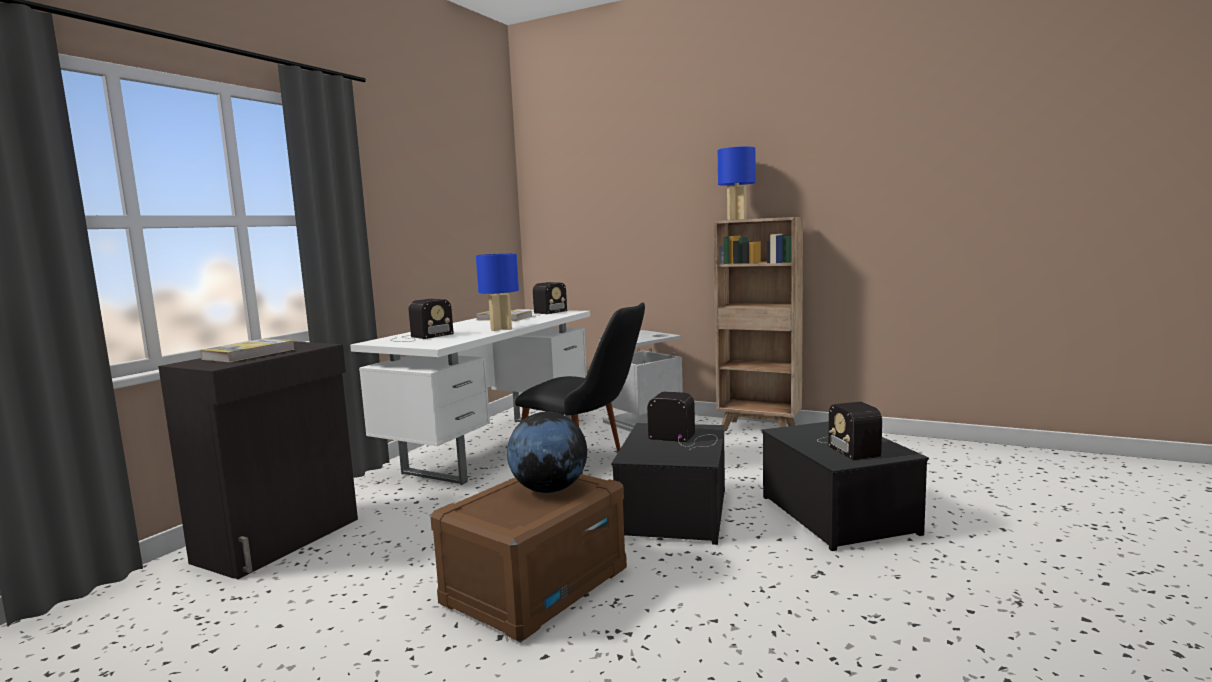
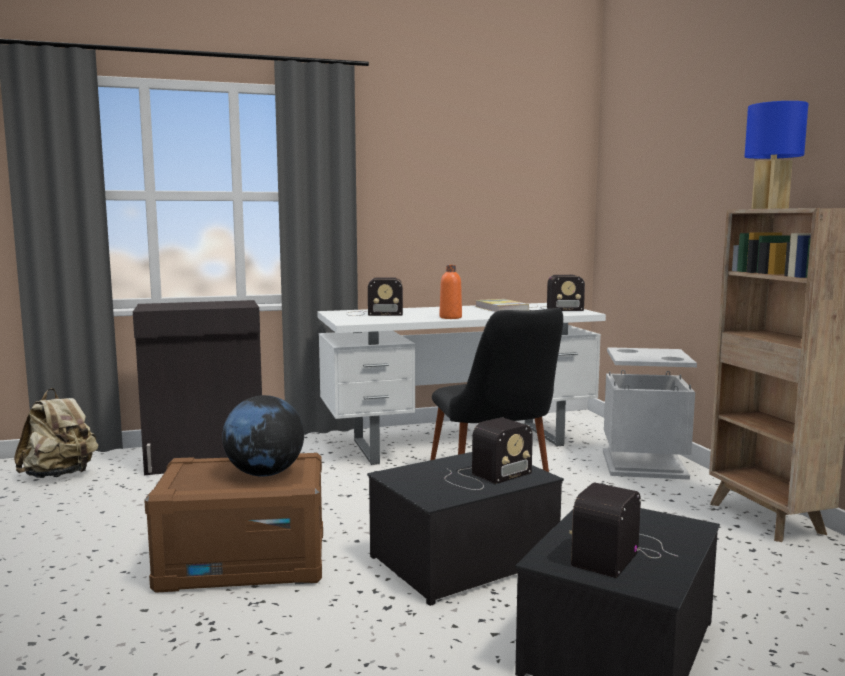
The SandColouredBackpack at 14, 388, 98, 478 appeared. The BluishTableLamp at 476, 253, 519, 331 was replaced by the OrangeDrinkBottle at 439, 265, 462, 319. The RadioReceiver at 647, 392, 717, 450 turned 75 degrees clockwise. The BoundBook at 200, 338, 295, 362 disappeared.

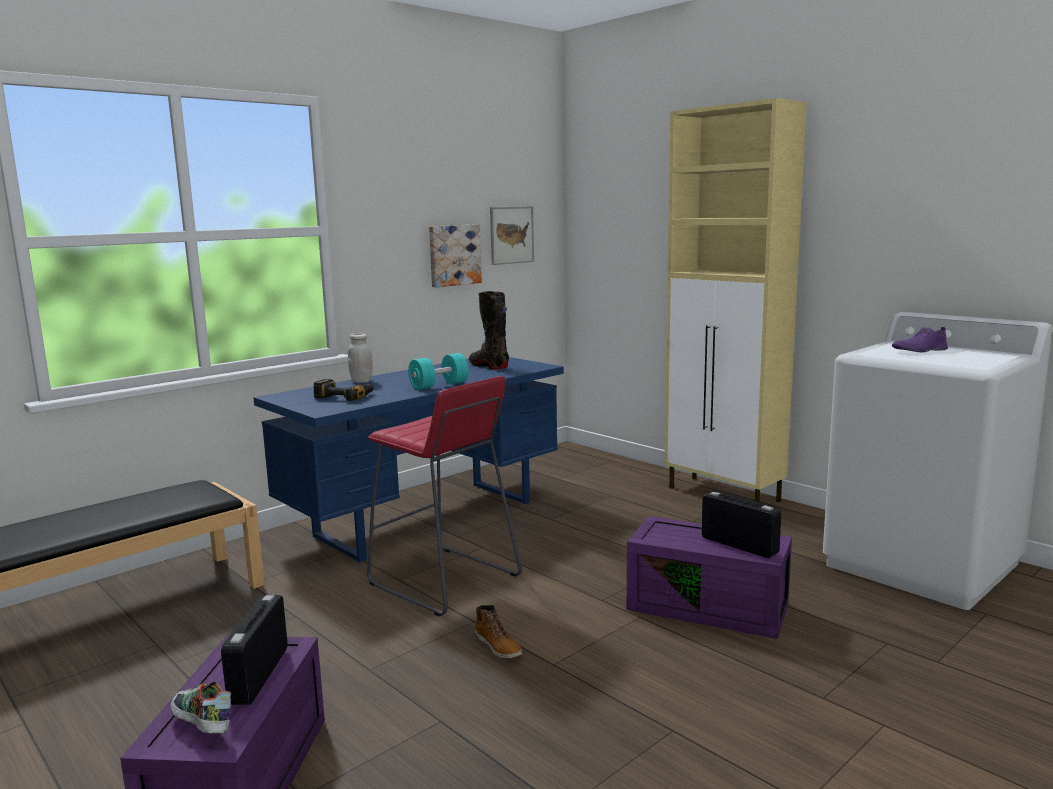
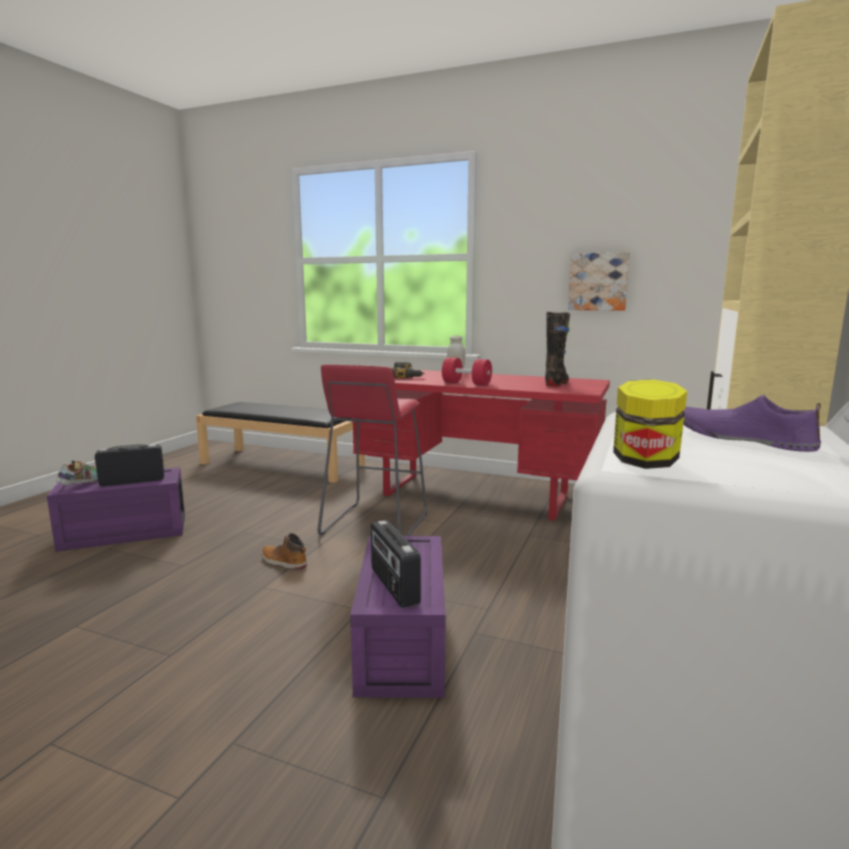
The TallBoot at 475, 605, 522, 659 turned 90 degrees clockwise. The BluishDeskUnit at 253, 357, 564, 563 became the RedColouredDeskUnit at 353, 368, 610, 520. The RadioReceiver at 702, 492, 781, 558 turned 135 degrees clockwise. The TurquoiseHandWeight at 408, 353, 469, 390 became the RedColouredHandWeight at 442, 357, 492, 386. The Jar at 613, 379, 687, 469 appeared. The Picture at 490, 206, 534, 265 disappeared.

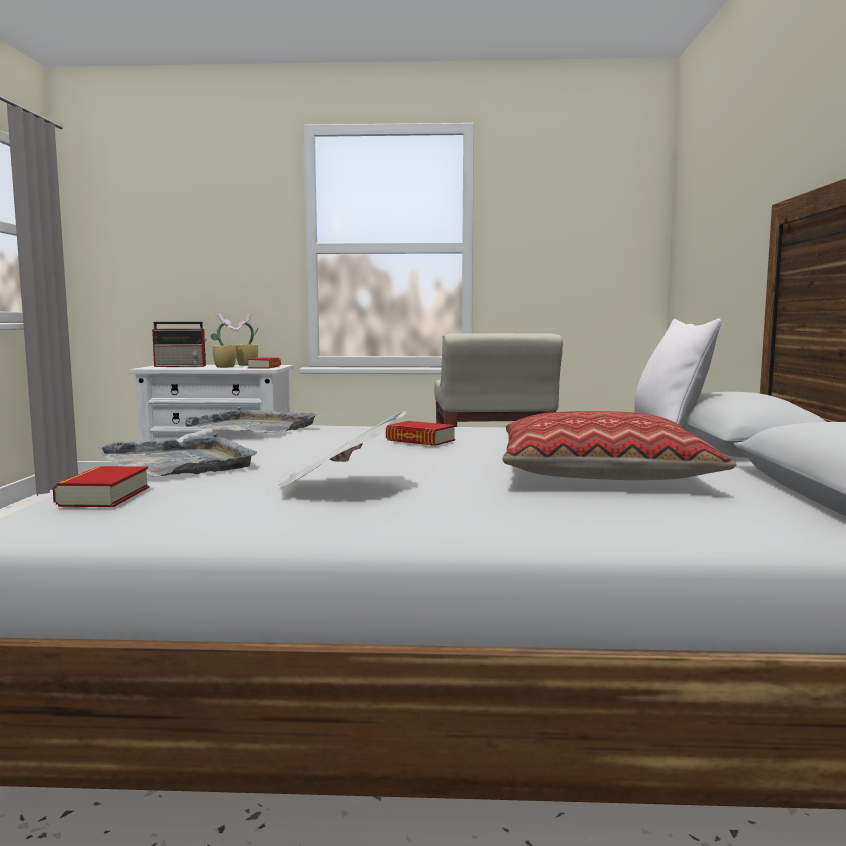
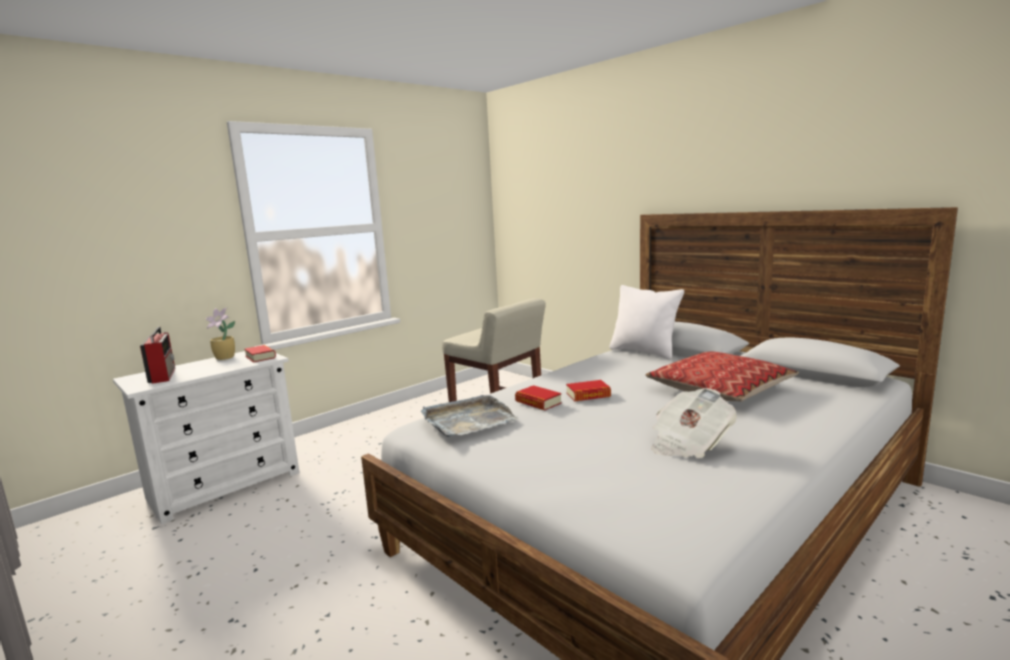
The RadioReceiver at 152, 322, 206, 367 turned 60 degrees counterclockwise. The BoundBook moved from 53, 466, 149, 507 to 515, 385, 562, 410. The GrayCarryingTray at 97, 433, 257, 477 disappeared. The PlantInAPot at 210, 313, 237, 368 disappeared.

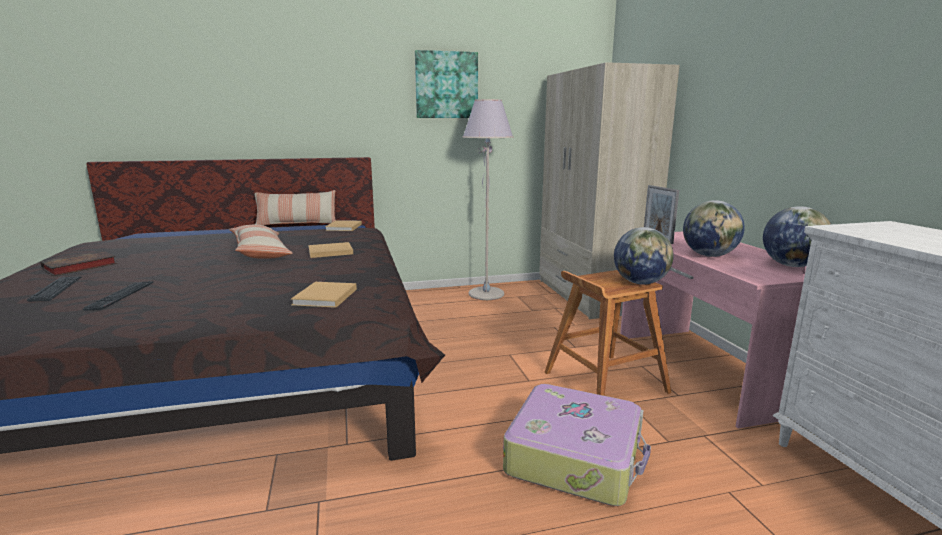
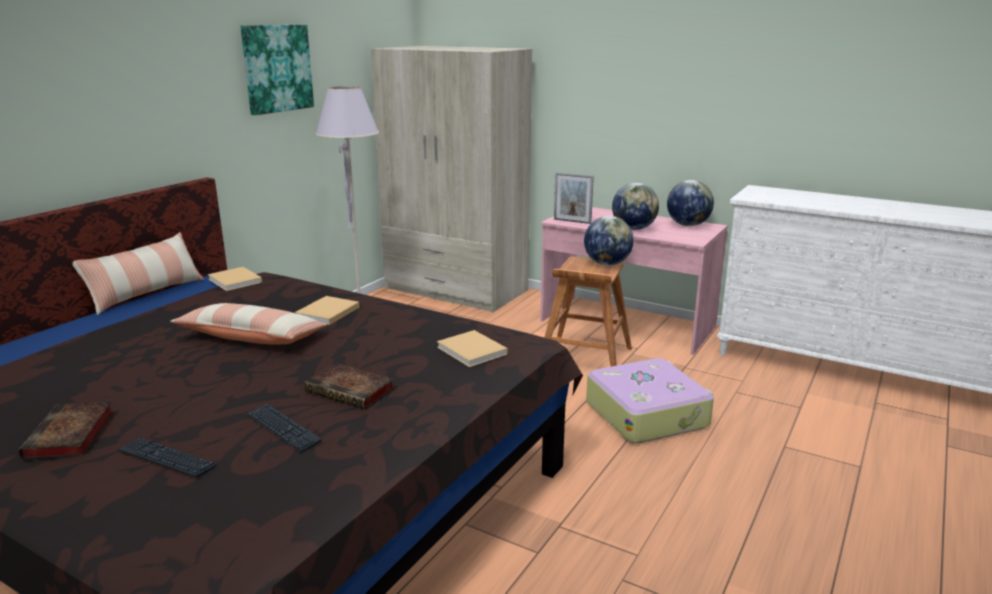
The BoundBook at 304, 363, 395, 409 appeared.

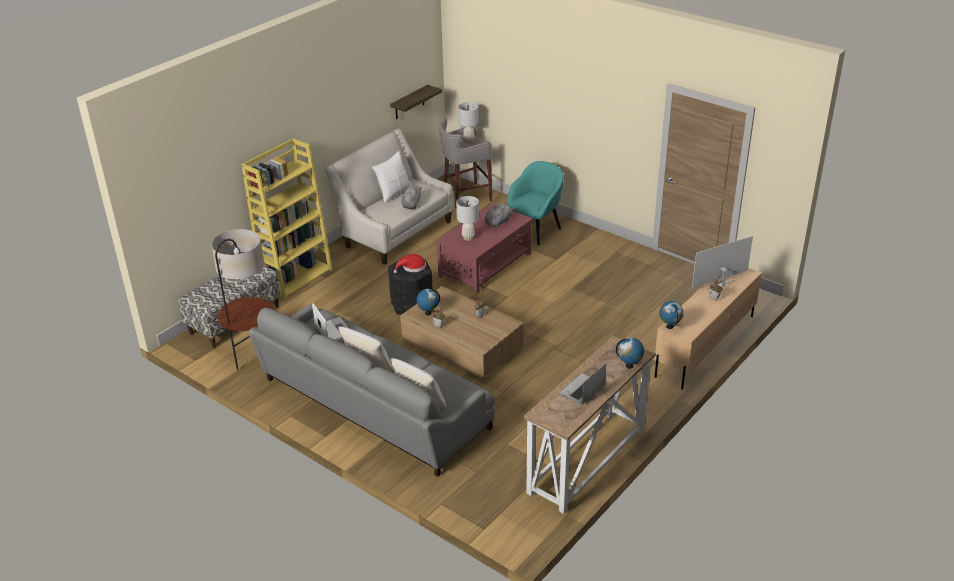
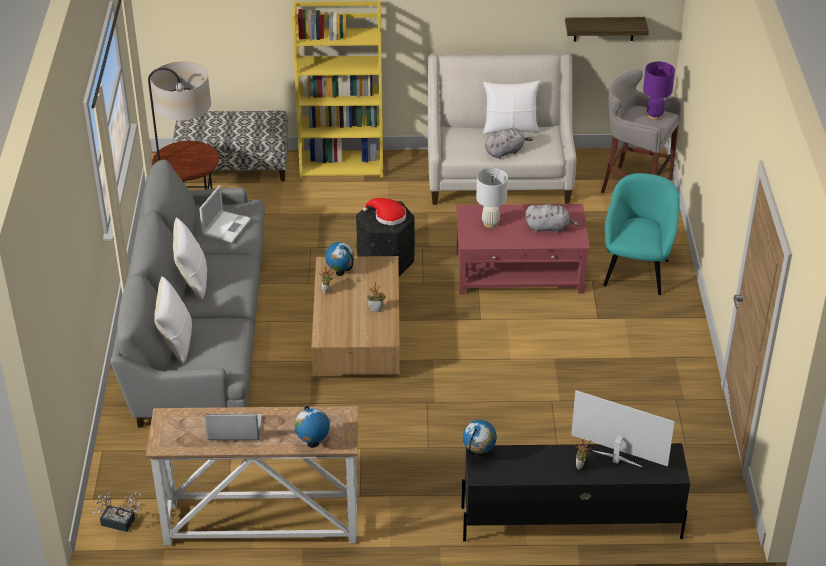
The PlantInAPot at 93, 492, 141, 532 appeared. The SandColouredMediaConsole at 655, 268, 762, 390 became the BlackMediaConsole at 461, 443, 690, 542. The TurquoiseEasyChair at 507, 161, 564, 245 turned 75 degrees counterclockwise. The WhiteColouredTableLamp at 458, 102, 479, 143 became the PurpleTableLamp at 643, 61, 675, 120.

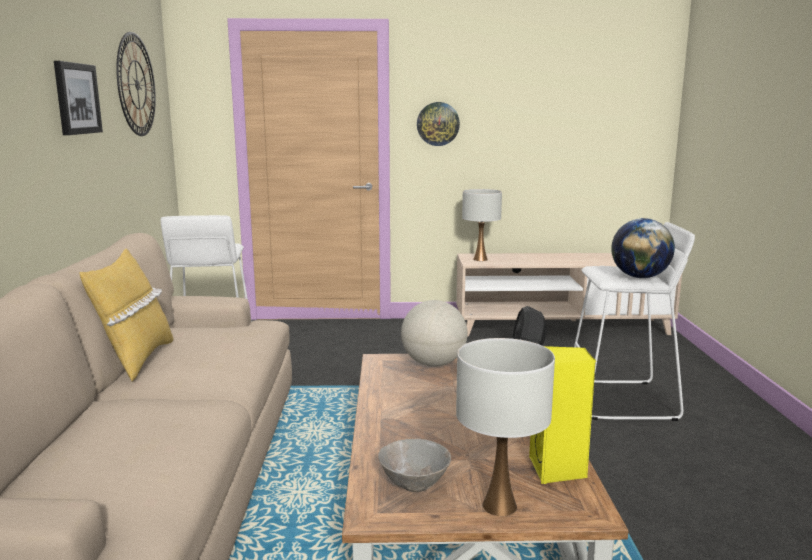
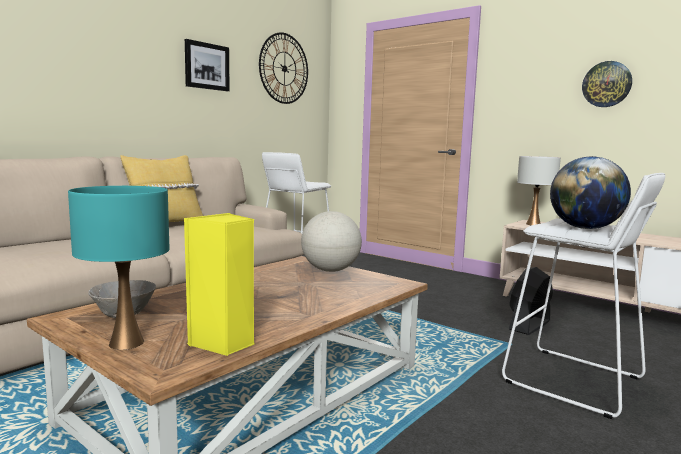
The WhiteColouredTableLamp at 456, 338, 555, 516 became the TurquoiseTableLamp at 68, 186, 169, 350. The HangingClock moved from 417, 102, 460, 146 to 582, 61, 632, 107.

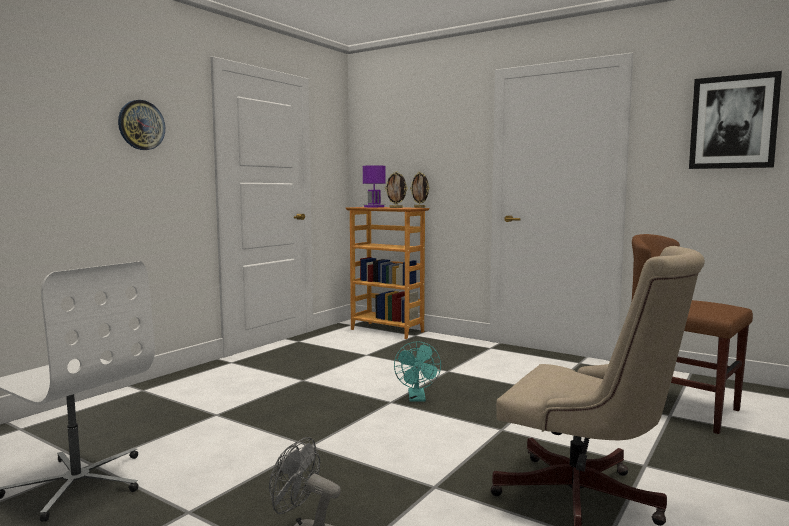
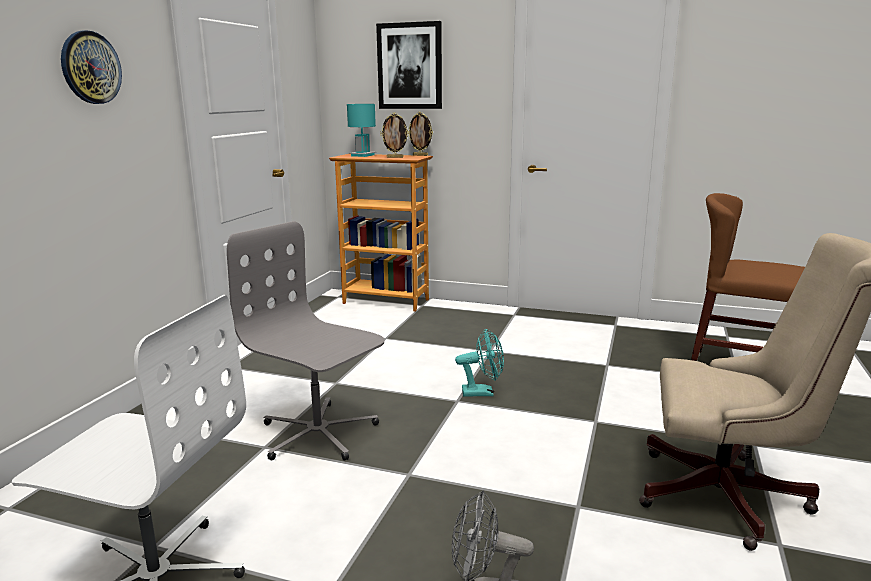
The GrayOfficeChair at 227, 221, 385, 461 appeared. The PurpleTableLamp at 363, 165, 386, 208 became the TurquoiseTableLamp at 347, 104, 376, 157. The Picture moved from 689, 71, 782, 169 to 376, 21, 442, 109. The TurquoiseCoolingFan at 394, 341, 441, 402 turned 75 degrees counterclockwise.

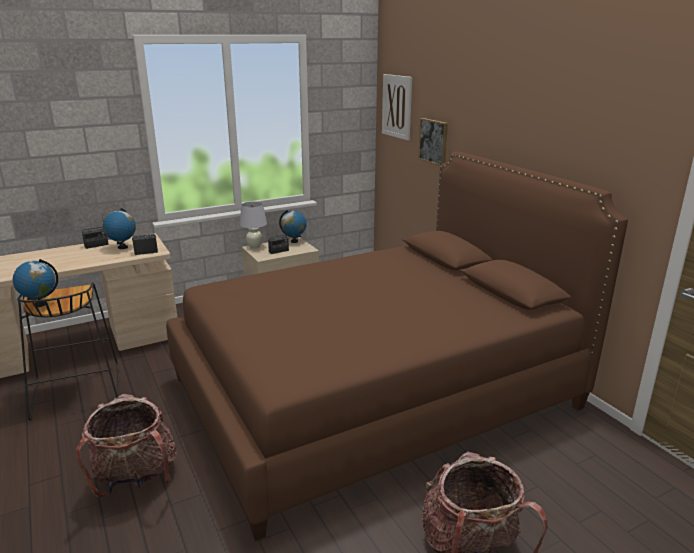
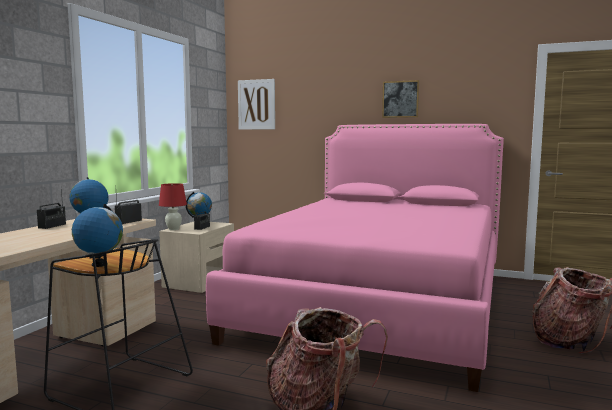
The WhiteColouredTableLamp at 240, 201, 267, 249 became the RedColouredTableLamp at 159, 183, 187, 230. The BrownishBedroomBed at 166, 151, 628, 541 became the PinkBedroomBed at 206, 124, 504, 392. The Picture moved from 418, 118, 448, 166 to 382, 80, 419, 118.

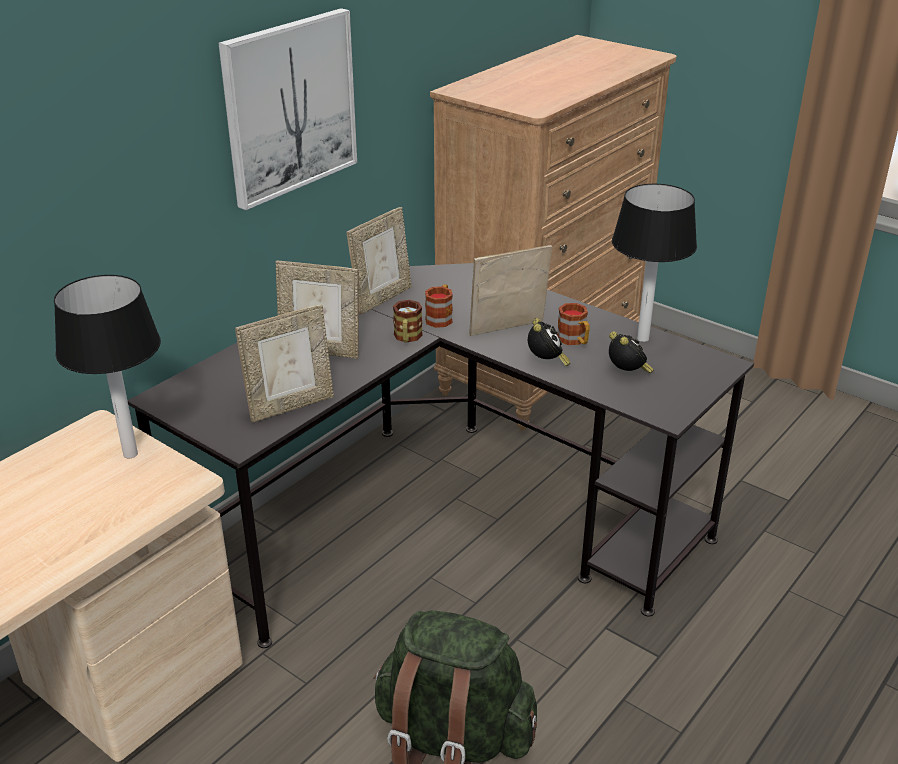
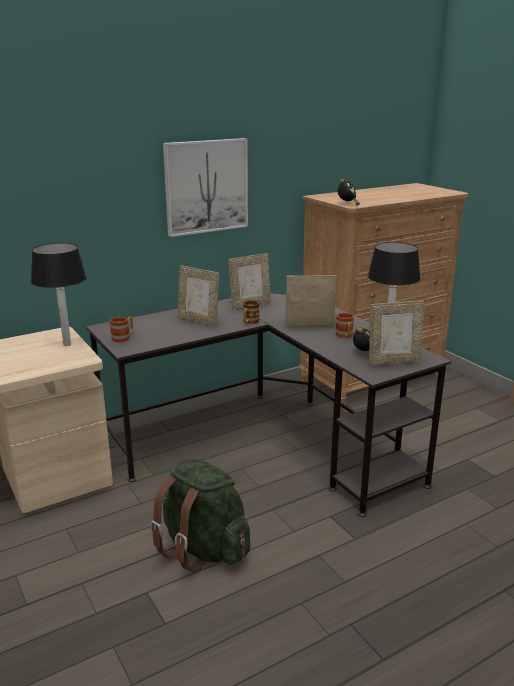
The TeaMug moved from 425, 284, 453, 328 to 110, 317, 133, 342. The BedsideClock moved from 528, 318, 570, 366 to 338, 179, 360, 206. The PictureFrame moved from 235, 305, 334, 423 to 369, 301, 424, 366.

